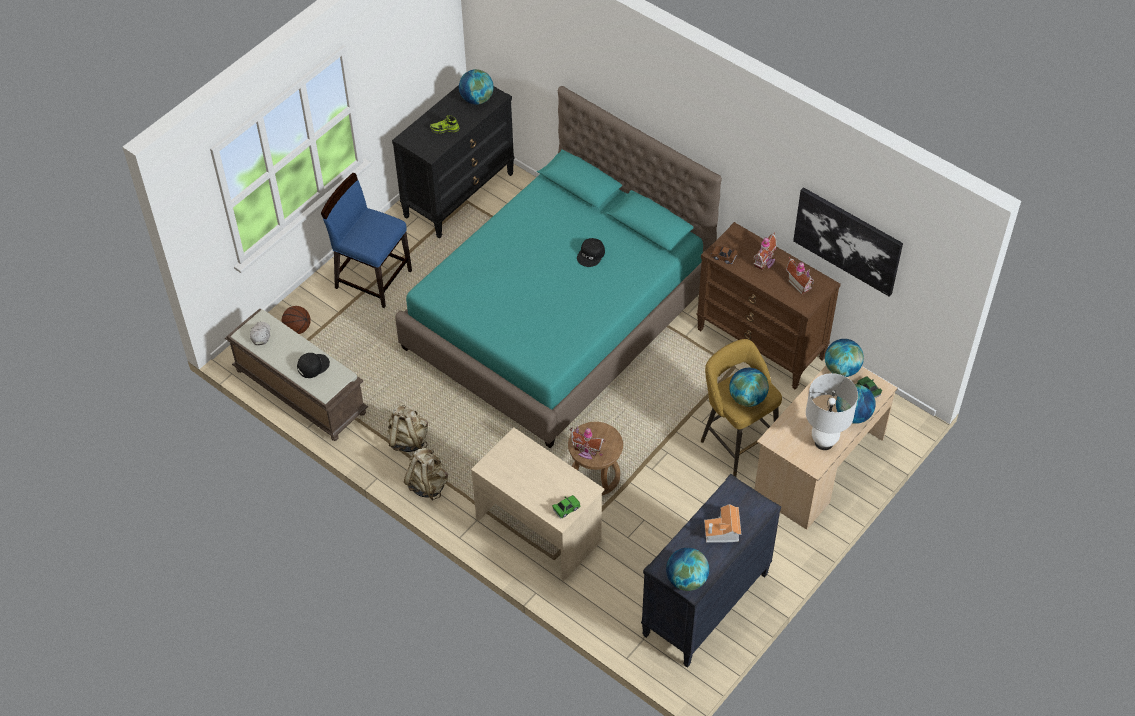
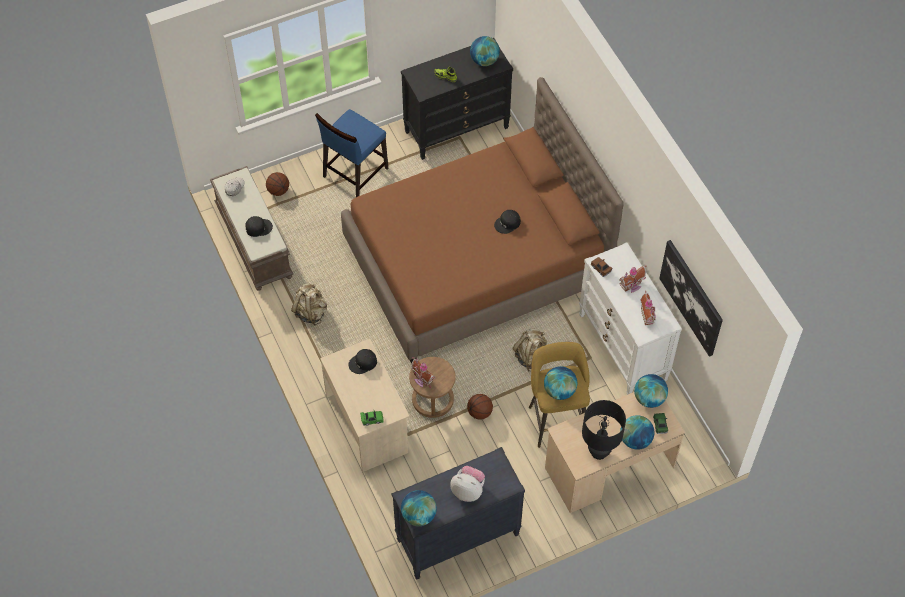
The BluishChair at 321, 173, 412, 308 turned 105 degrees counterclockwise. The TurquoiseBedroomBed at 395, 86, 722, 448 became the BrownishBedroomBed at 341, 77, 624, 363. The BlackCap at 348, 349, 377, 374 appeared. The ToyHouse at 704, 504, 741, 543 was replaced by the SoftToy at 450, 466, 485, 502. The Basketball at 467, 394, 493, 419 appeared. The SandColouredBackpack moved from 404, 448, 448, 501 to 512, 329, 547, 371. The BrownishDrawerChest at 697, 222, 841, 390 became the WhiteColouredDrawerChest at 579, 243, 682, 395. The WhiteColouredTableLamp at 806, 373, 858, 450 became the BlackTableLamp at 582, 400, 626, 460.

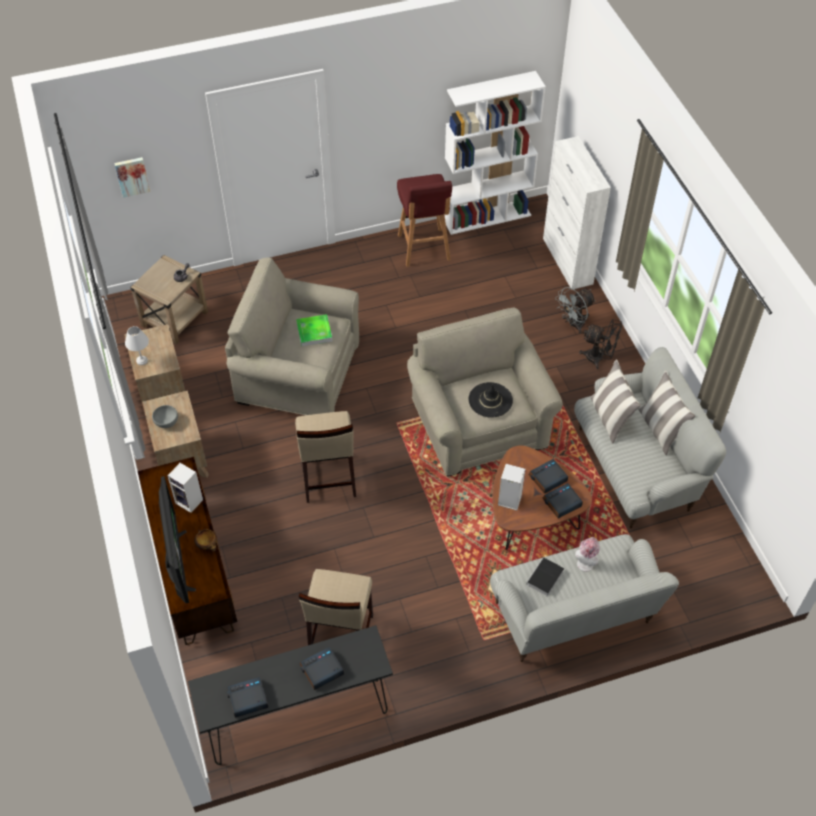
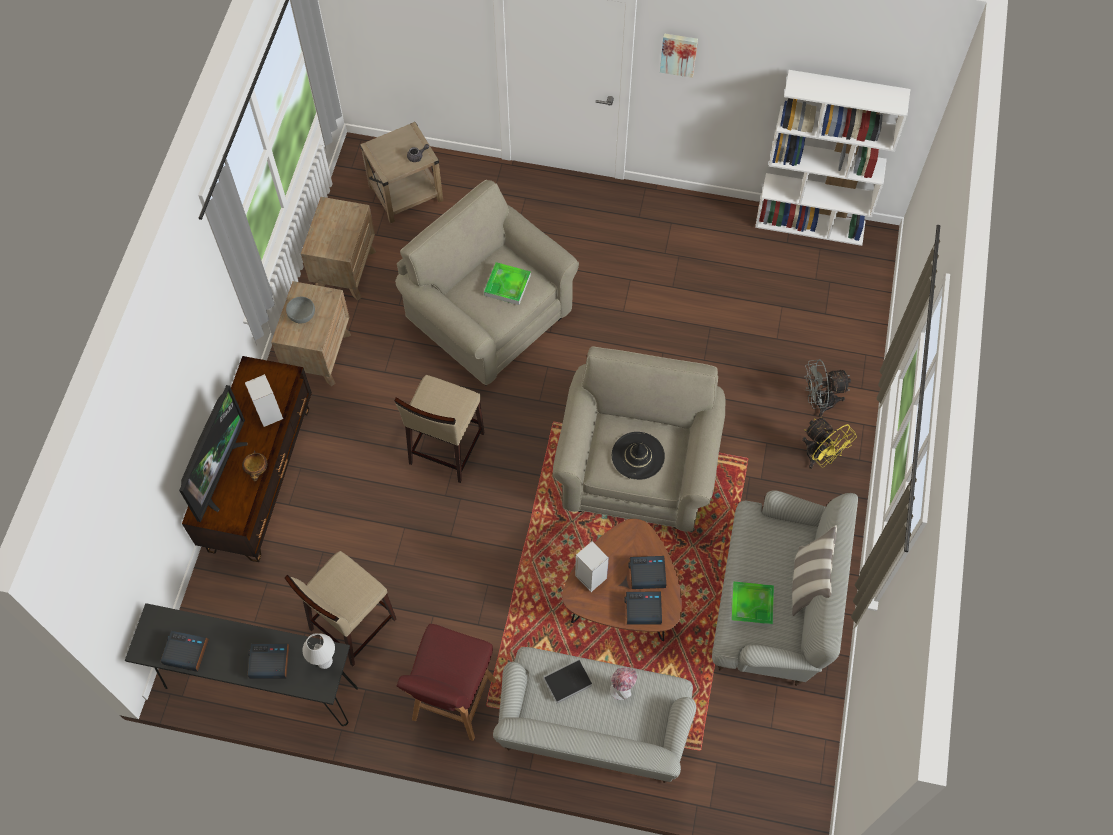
The WhiteColouredTableLamp moved from 125, 326, 149, 365 to 303, 634, 335, 669. The RedColouredStoolSeat moved from 397, 174, 452, 267 to 397, 624, 496, 741. The Picture moved from 114, 157, 150, 198 to 660, 33, 698, 78. The CarryingTray at 731, 581, 774, 627 appeared. The BlackCoolingFan at 579, 319, 622, 369 became the YellowColouredCoolingFan at 802, 417, 857, 469. The WhiteColouredCupboard at 543, 136, 611, 290 disappeared. The ThrowPillow at 590, 359, 641, 443 disappeared.

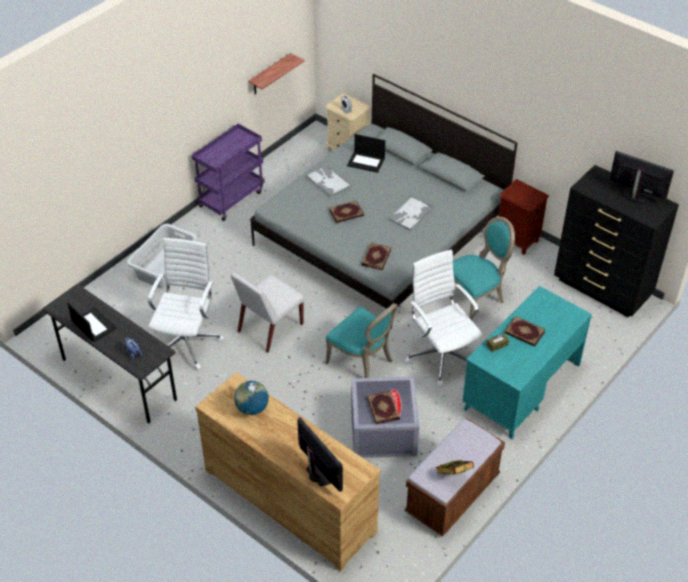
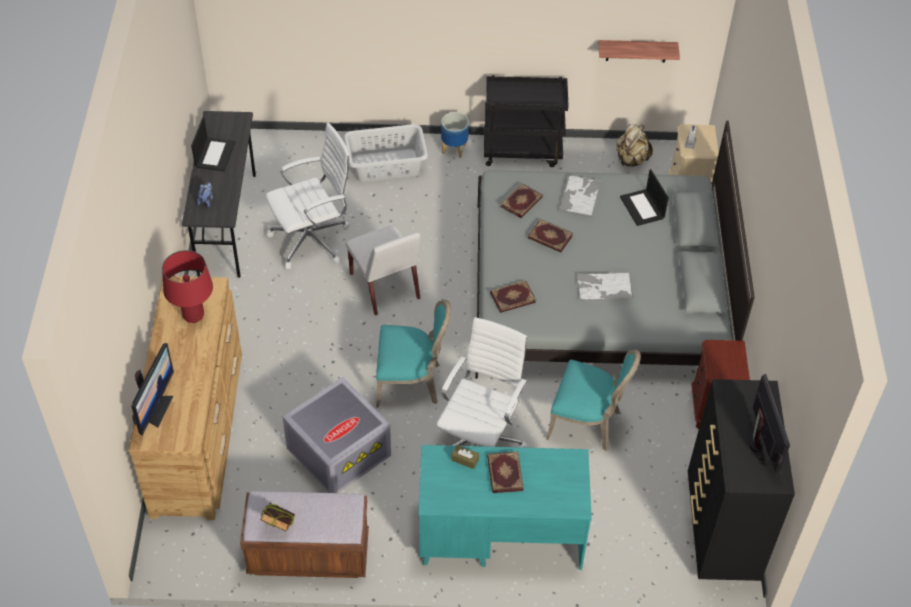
The DeskGlobe at 234, 381, 269, 415 was replaced by the RedColouredTableLamp at 162, 250, 213, 323. The WhiteColouredChair at 231, 273, 305, 353 turned 120 degrees counterclockwise. The TurquoiseChair at 325, 303, 398, 378 turned 90 degrees counterclockwise. The FlowerPot at 441, 112, 469, 158 appeared. The PurpleCart at 192, 124, 265, 221 became the BlackCart at 484, 75, 569, 167. The BoundBook moved from 367, 391, 400, 424 to 501, 183, 543, 218. The SandColouredBackpack at 616, 124, 653, 166 appeared.

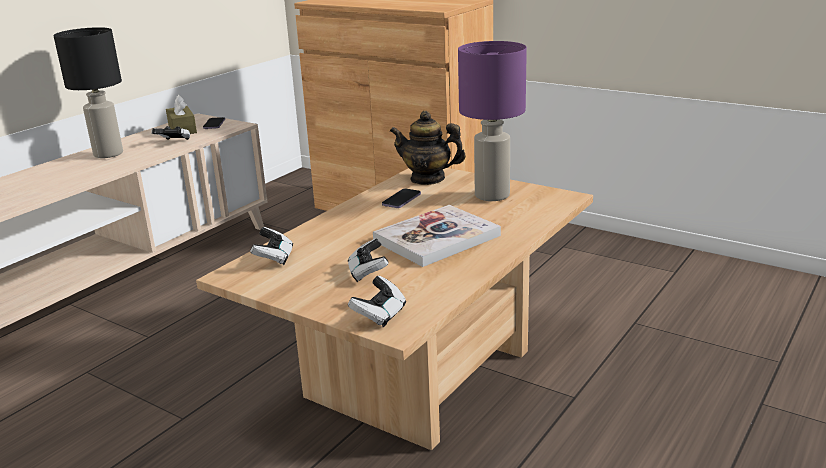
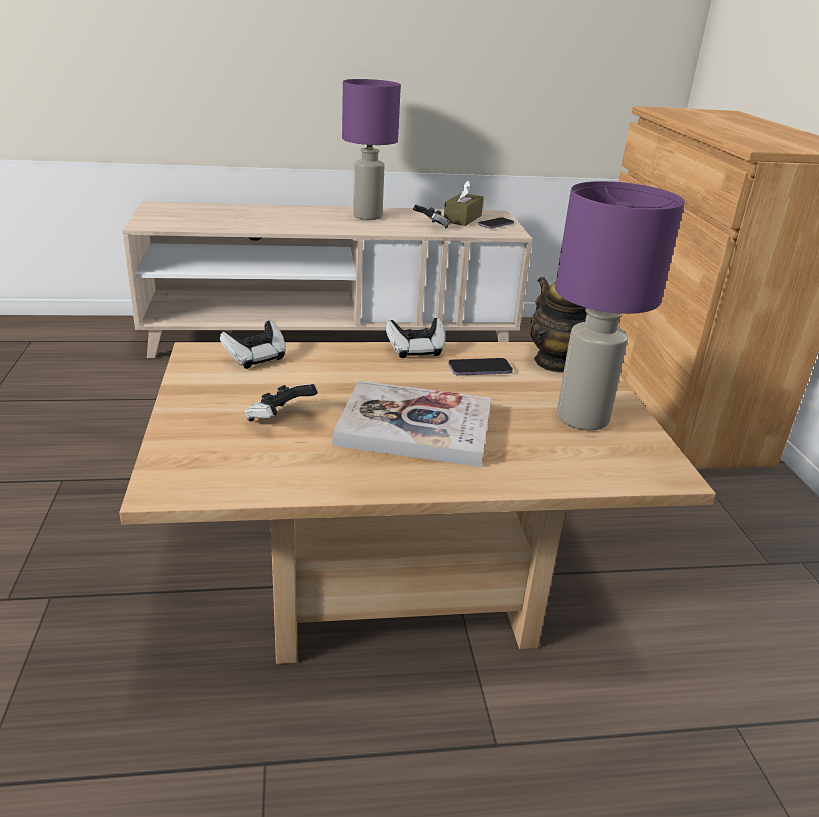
The BlackTableLamp at 54, 27, 123, 158 became the PurpleTableLamp at 342, 79, 401, 220. The Gamepad moved from 348, 276, 406, 327 to 386, 318, 445, 358.

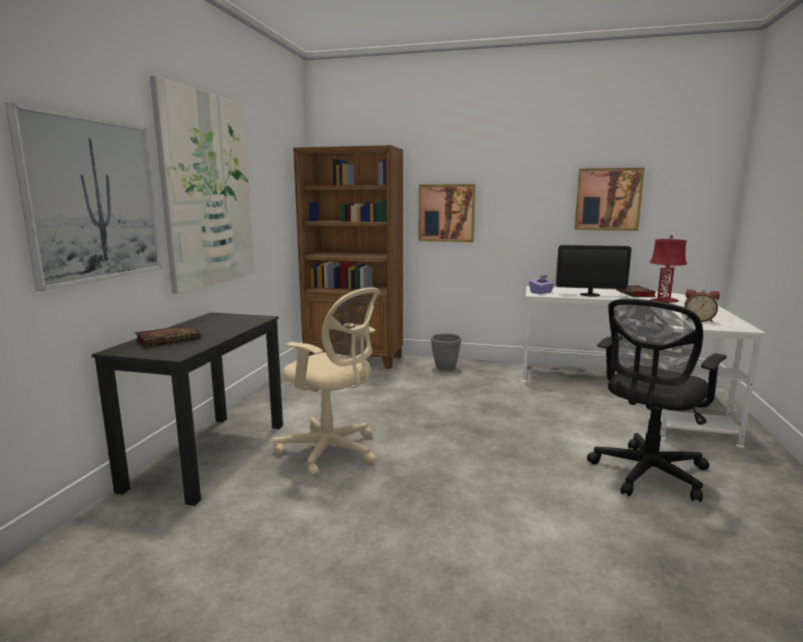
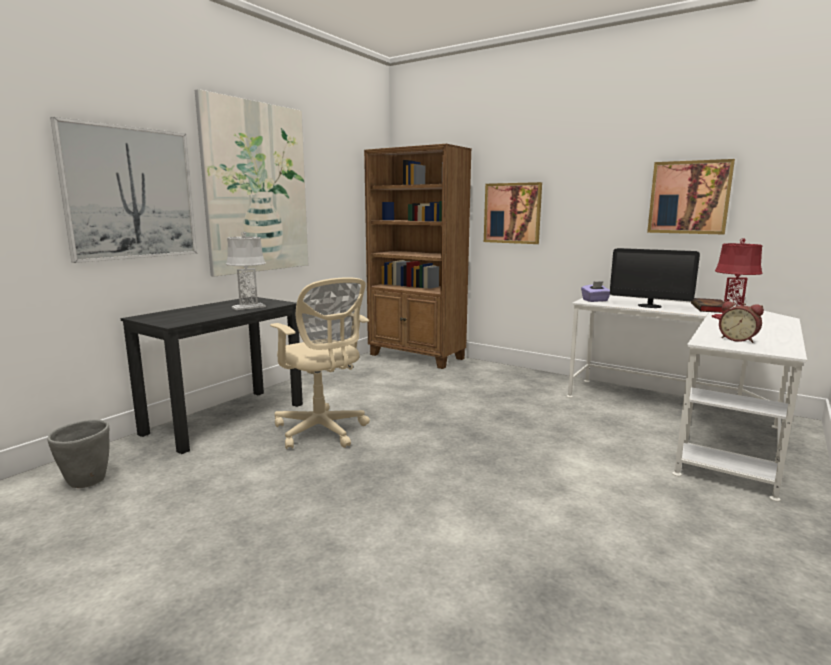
The GrayFlowerPot moved from 431, 333, 461, 370 to 47, 420, 110, 488. The GrayTableLamp at 226, 232, 266, 310 appeared. The BoundBook at 135, 325, 201, 347 disappeared. The BlackOfficeChair at 587, 299, 727, 502 disappeared.

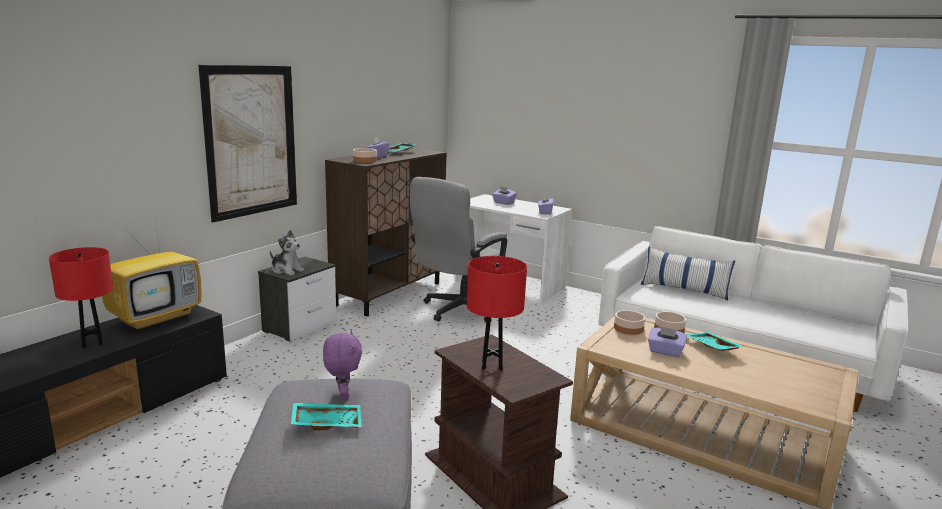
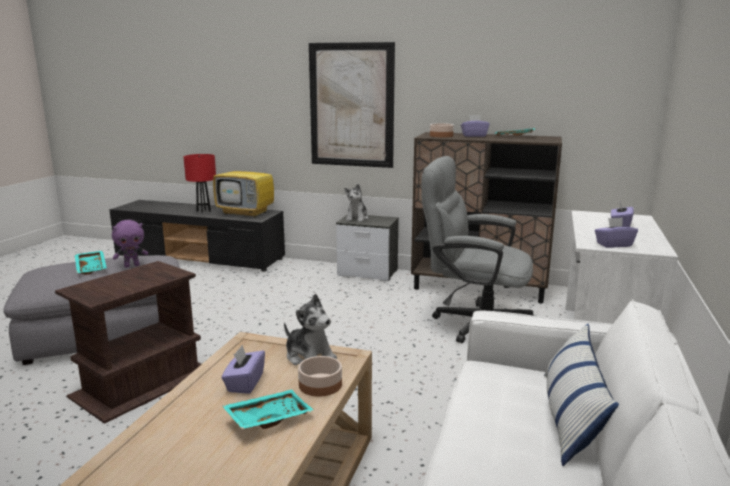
The DeepDish at 614, 310, 645, 335 was replaced by the SoftToy at 284, 294, 337, 365. The RedColouredTableLamp at 467, 256, 527, 371 disappeared.

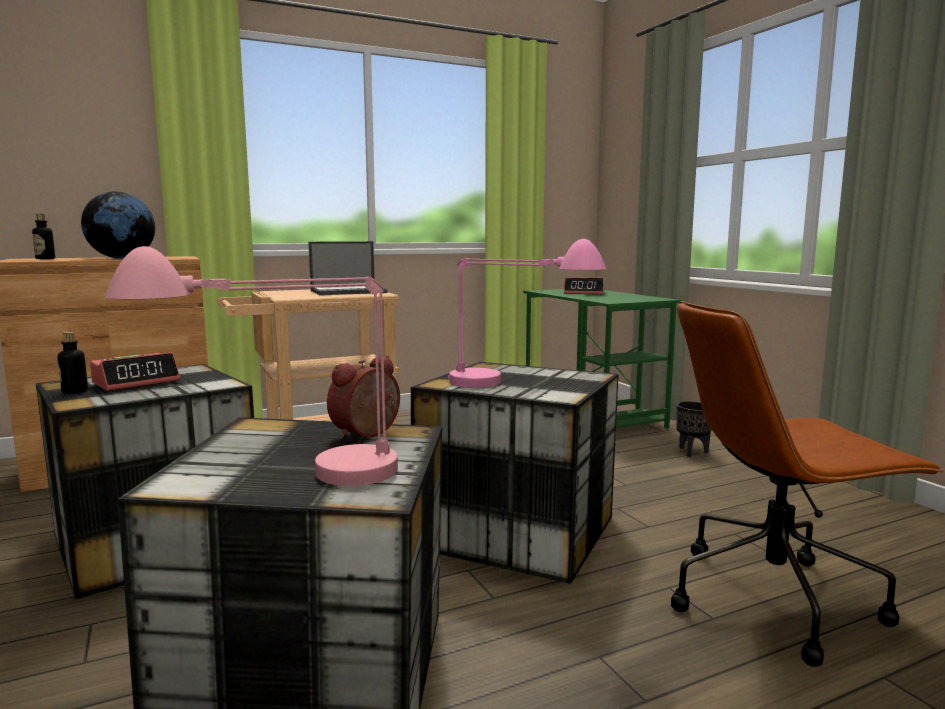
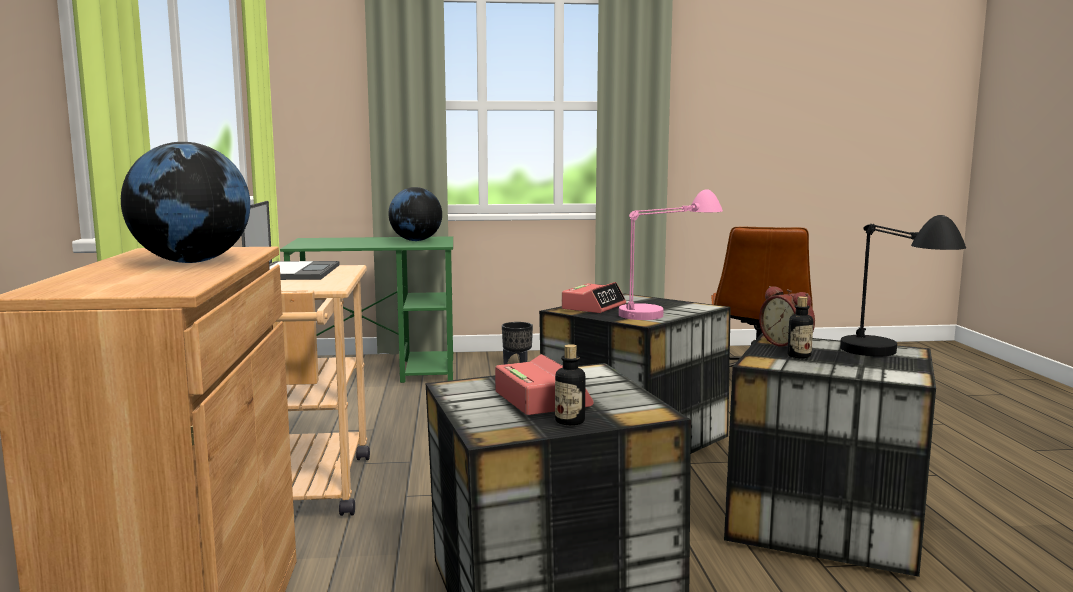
The DeskGlobe at 388, 187, 442, 241 appeared. The BedsideClock moved from 564, 277, 604, 295 to 562, 282, 626, 313. The DrinkBottle moved from 32, 214, 55, 259 to 787, 296, 813, 358. The PinkTableLamp at 105, 246, 398, 486 became the BlackTableLamp at 840, 215, 966, 356.

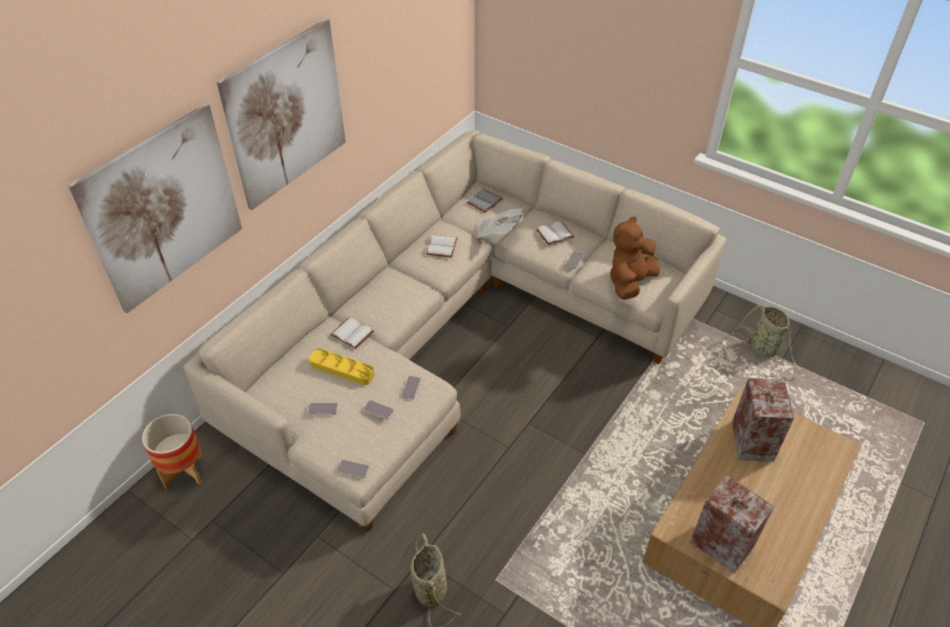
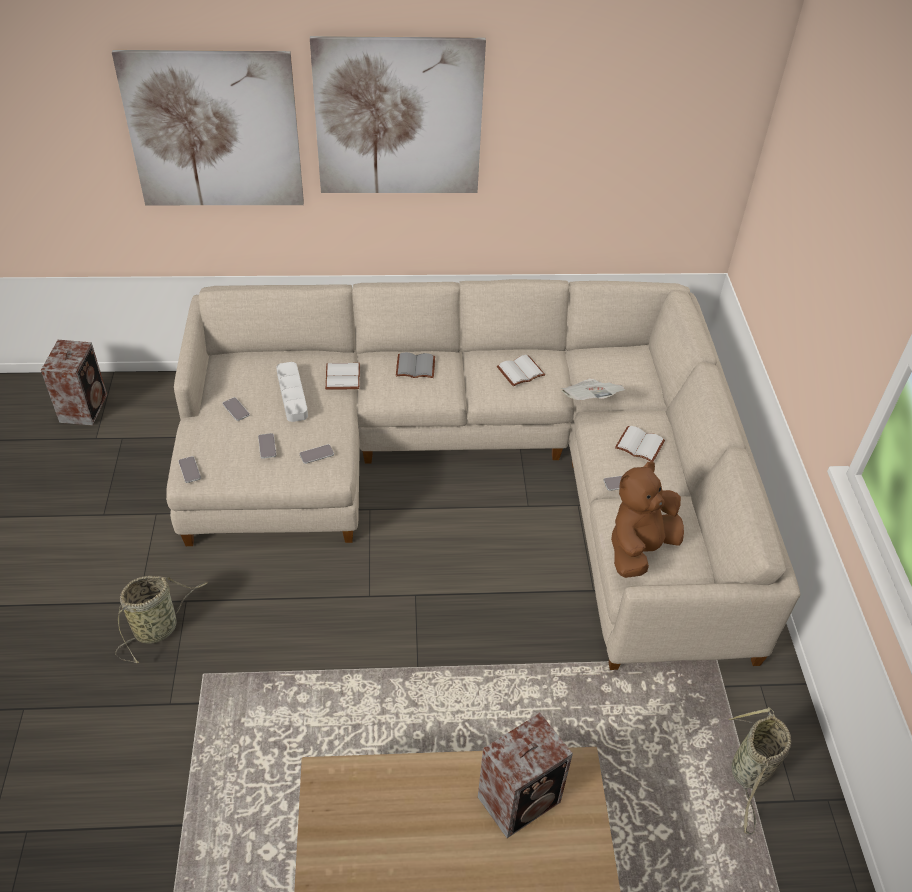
The AudioSpeaker moved from 690, 475, 774, 573 to 41, 340, 107, 426. The YellowColouredCarryingTray at 309, 349, 375, 385 became the GrayCarryingTray at 276, 362, 308, 422. The GrayBoundBook moved from 467, 189, 503, 213 to 396, 352, 435, 378. The BrownishSoftToy at 610, 216, 660, 300 turned 45 degrees counterclockwise. The FlowerPot at 142, 414, 204, 490 disappeared.

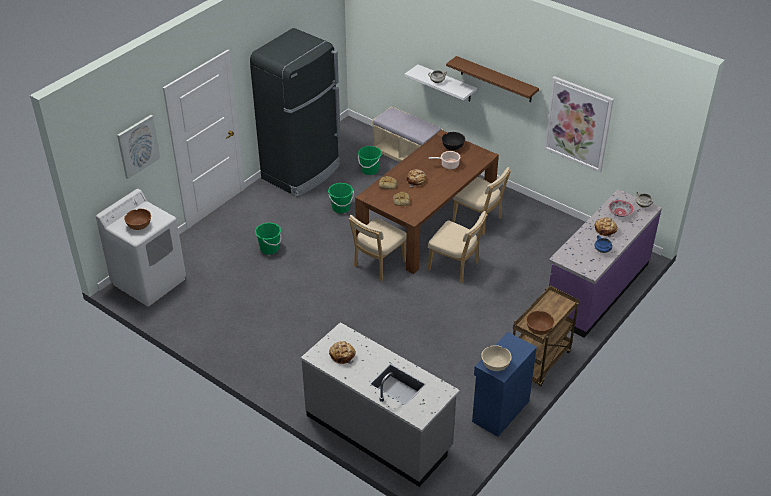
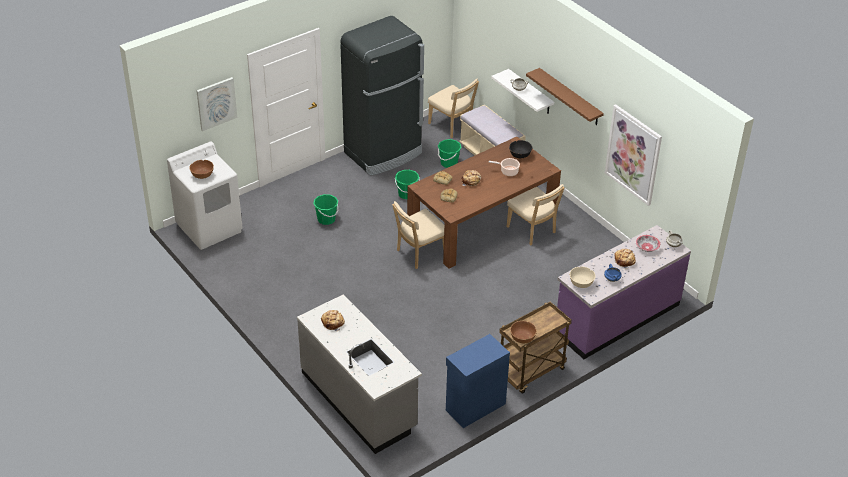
The SandColouredChair moved from 428, 211, 488, 283 to 428, 79, 479, 138. The SandColouredDeepDish moved from 481, 345, 512, 371 to 570, 266, 596, 288.

